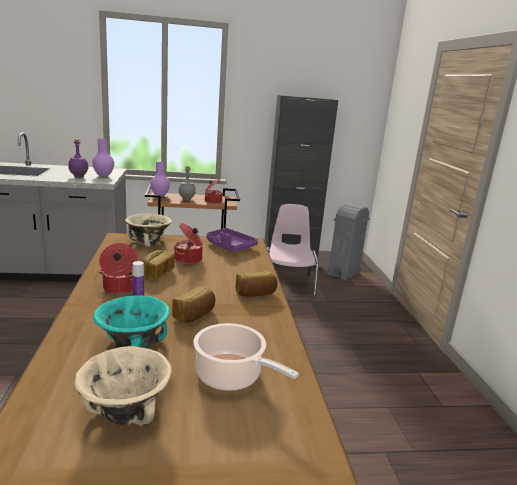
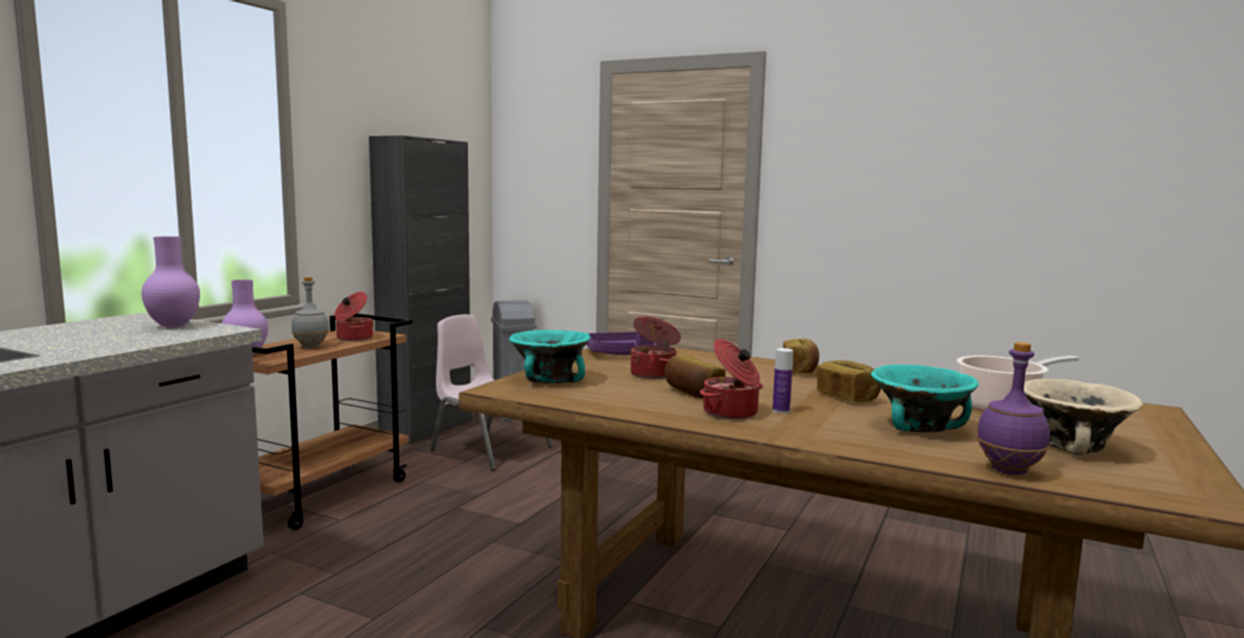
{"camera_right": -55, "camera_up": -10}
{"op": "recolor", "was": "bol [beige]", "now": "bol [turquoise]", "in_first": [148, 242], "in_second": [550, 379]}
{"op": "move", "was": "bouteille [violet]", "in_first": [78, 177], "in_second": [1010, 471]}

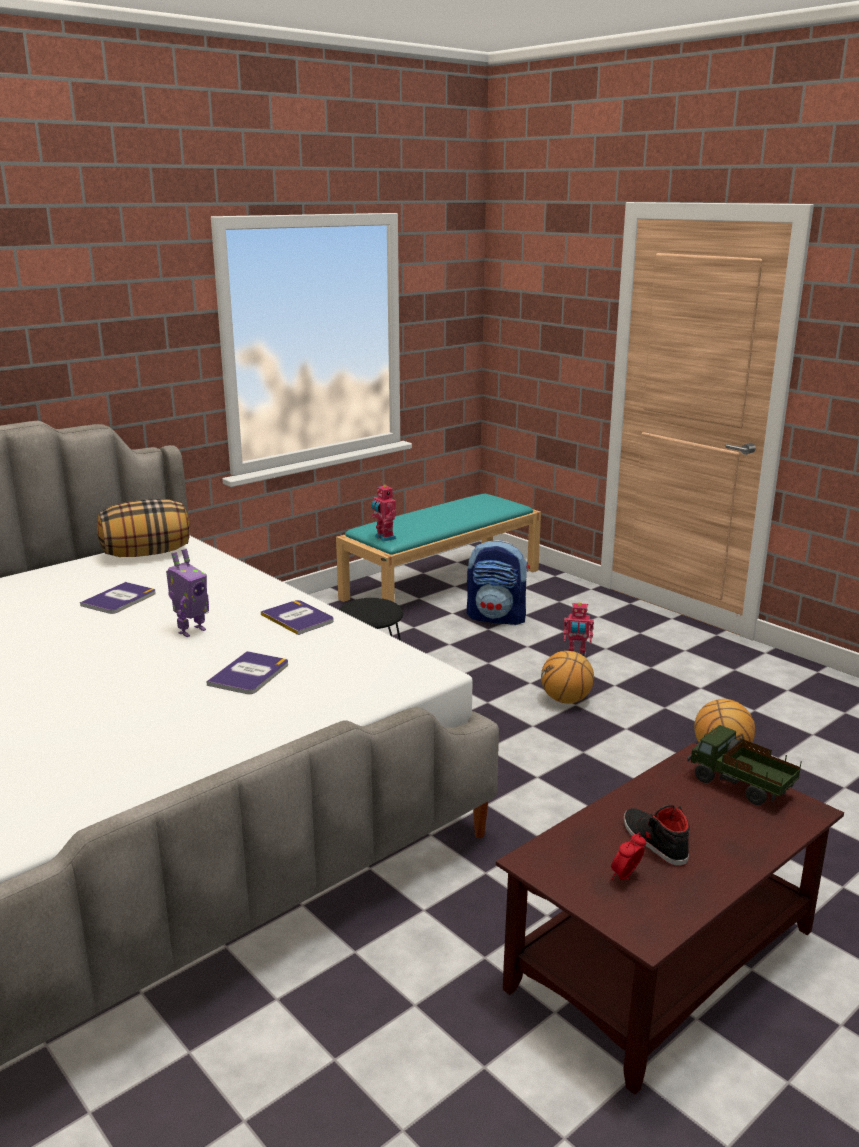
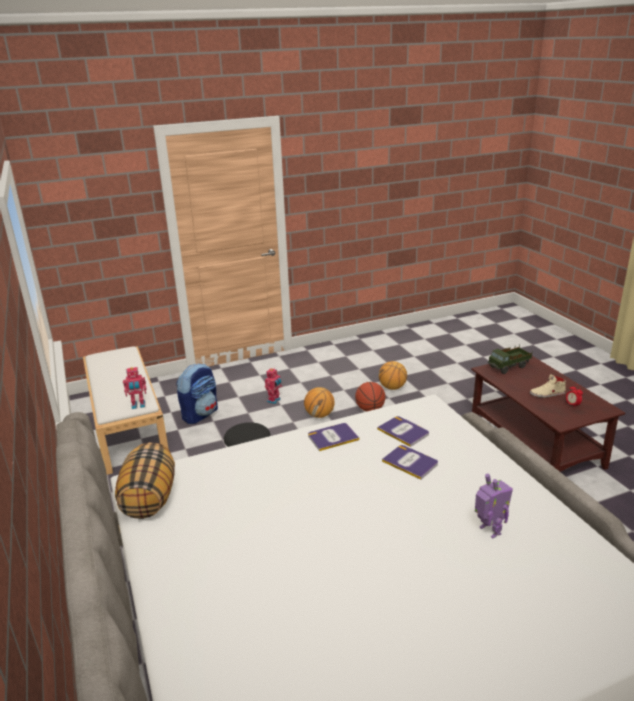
{"camera_right": -70, "camera_up": 5}
{"op": "recolor", "was": "banc [turquoise]", "now": "banc [blanc]", "in_first": [442, 583], "in_second": [126, 424]}
{"op": "insert", "now": "ballon de basket", "in_second": [370, 409]}
{"op": "move", "was": "livre", "in_first": [119, 599], "in_second": [403, 431]}
{"op": "move", "was": "robot jouet", "in_first": [191, 631], "in_second": [489, 531]}
{"op": "recolor", "was": "chaussure [noir]", "now": "chaussure [beige]", "in_first": [653, 841], "in_second": [547, 394]}

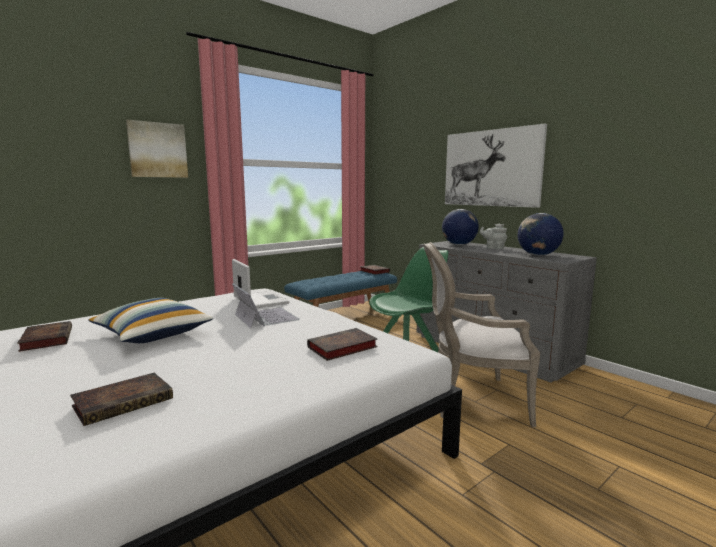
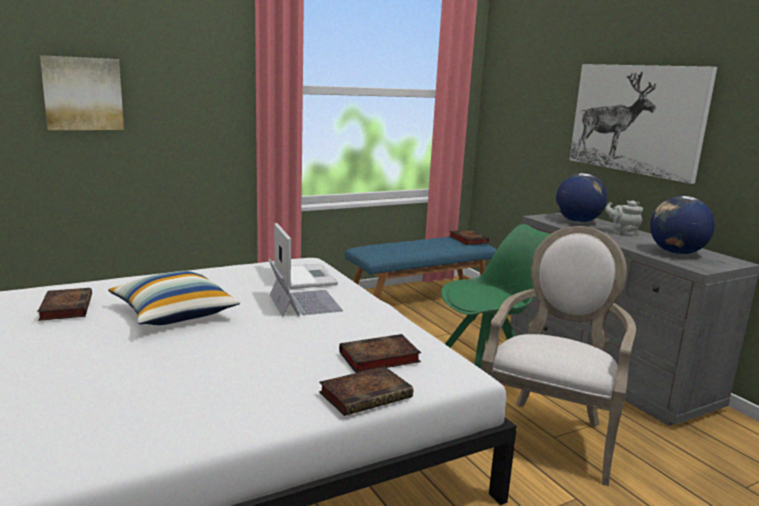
{"camera_right": 10, "camera_up": 5}
{"op": "move", "was": "tableau", "in_first": [157, 150], "in_second": [83, 93]}
{"op": "move", "was": "livre", "in_first": [125, 402], "in_second": [367, 394]}
{"op": "rotate", "was": "fauteuil", "in_first": [470, 400], "in_second": [549, 435], "clockwise": 105}

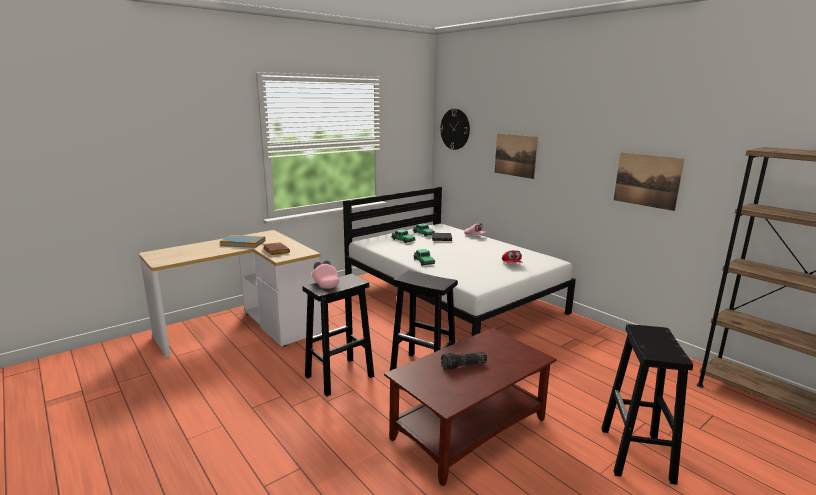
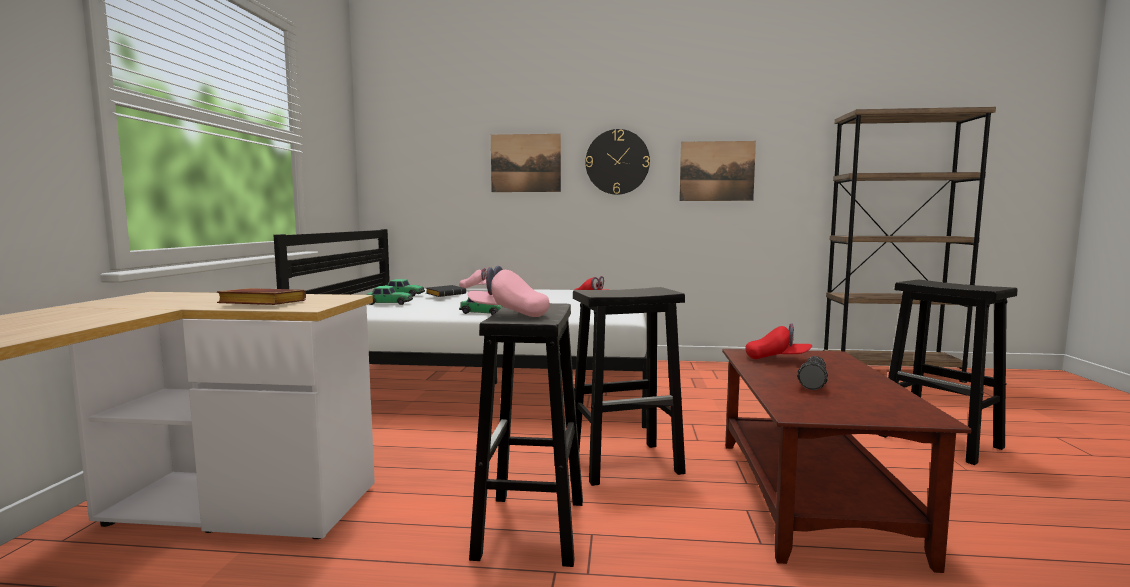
{"camera_right": -45, "camera_up": -10}
{"op": "move", "was": "horloge murale", "in_first": [455, 129], "in_second": [617, 162]}
{"op": "insert", "now": "casquette [rouge]", "in_second": [777, 359]}
{"op": "delete", "was": "livre", "in_first": [243, 243]}

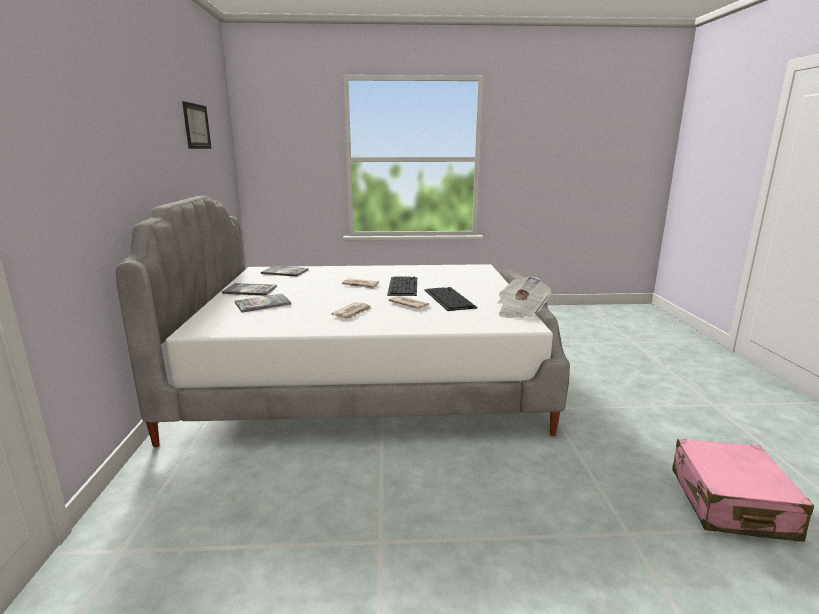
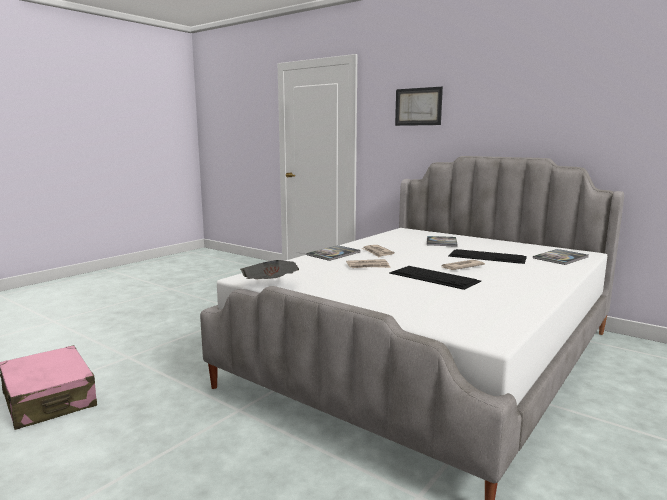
{"camera_right": 130, "camera_up": -5}
{"op": "move", "was": "livre", "in_first": [250, 290], "in_second": [333, 254]}
{"op": "move", "was": "tableau", "in_first": [196, 126], "in_second": [418, 106]}
{"op": "move", "was": "clavier", "in_first": [448, 298], "in_second": [488, 256]}

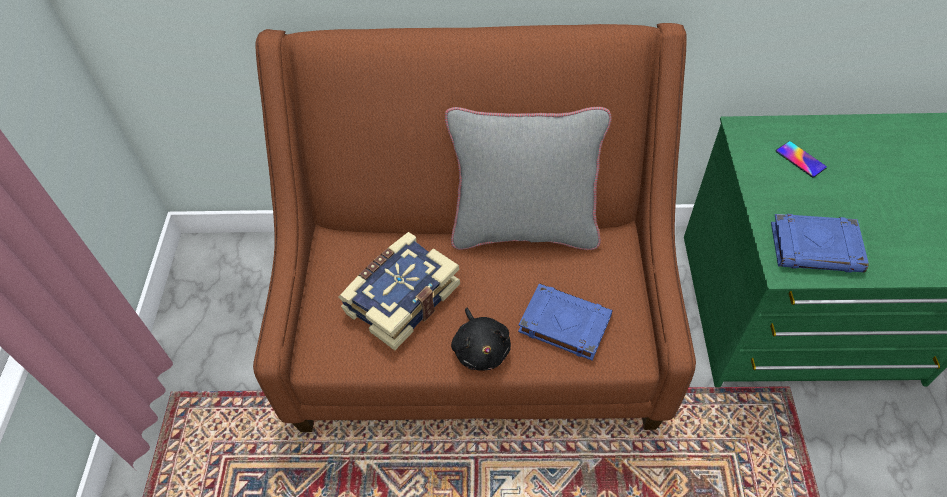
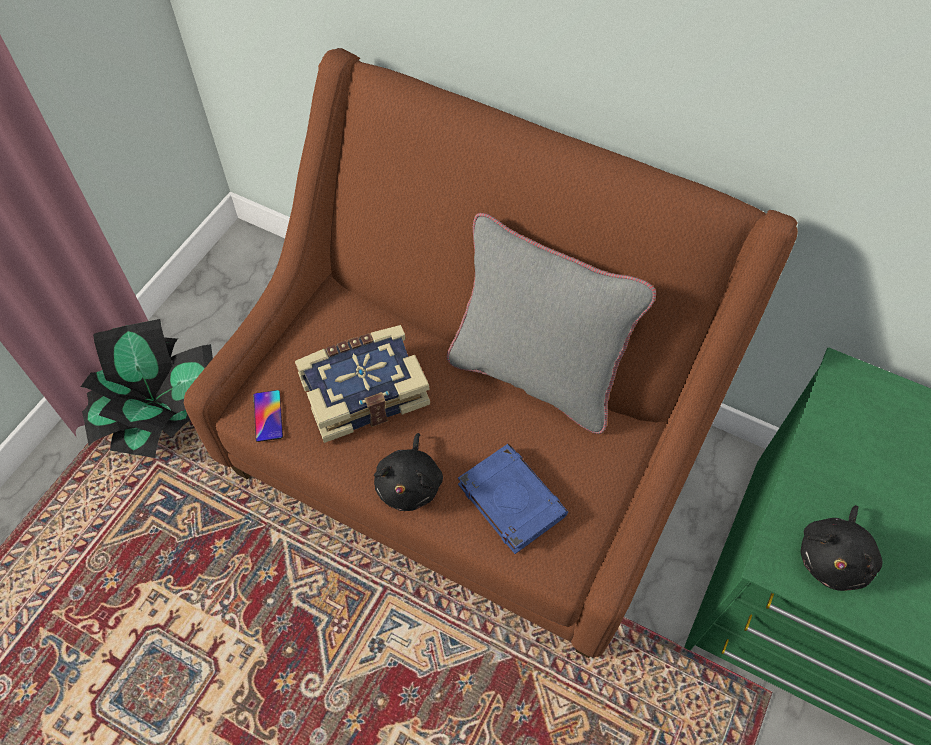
{"camera_right": 25, "camera_up": 5}
{"op": "insert", "now": "plante en pot", "in_second": [163, 416]}
{"op": "move", "was": "téléphone", "in_first": [800, 159], "in_second": [268, 416]}
{"op": "replace", "was": "livre [bleu]", "now": "peluche [noir]", "in_first": [816, 247], "in_second": [833, 558]}

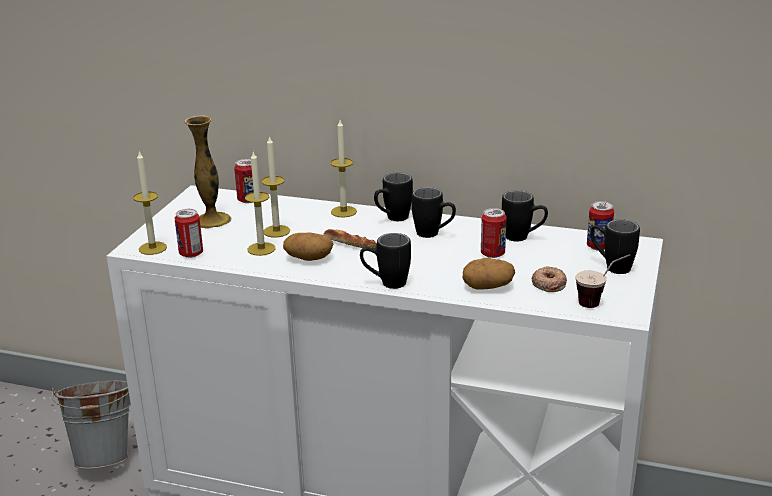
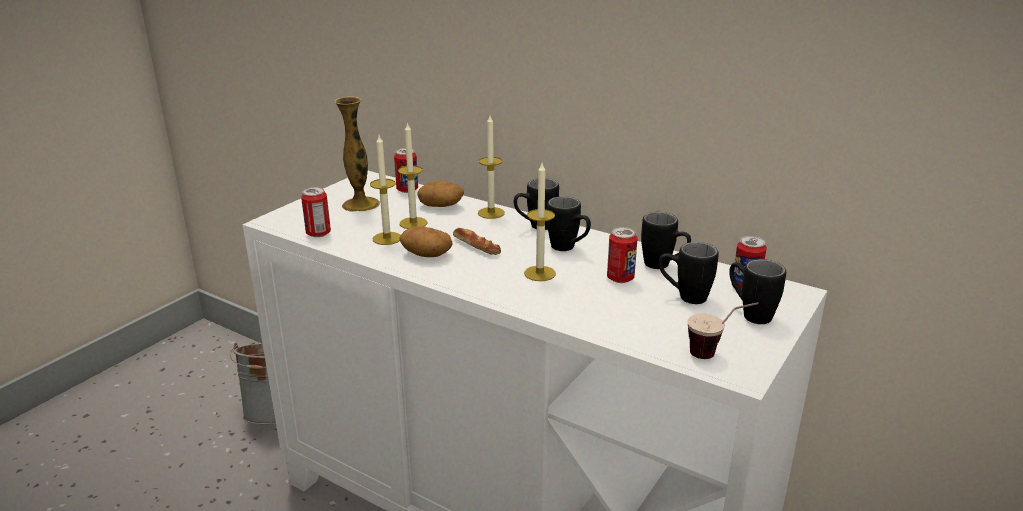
{"camera_right": 15, "camera_up": 0}
{"op": "move", "was": "pomme de terre", "in_first": [488, 286], "in_second": [441, 205]}
{"op": "move", "was": "bougie", "in_first": [152, 248], "in_second": [540, 273]}
{"op": "move", "was": "mug [noir]", "in_first": [386, 283], "in_second": [684, 297]}
{"op": "delete", "was": "beignet", "in_first": [548, 283]}

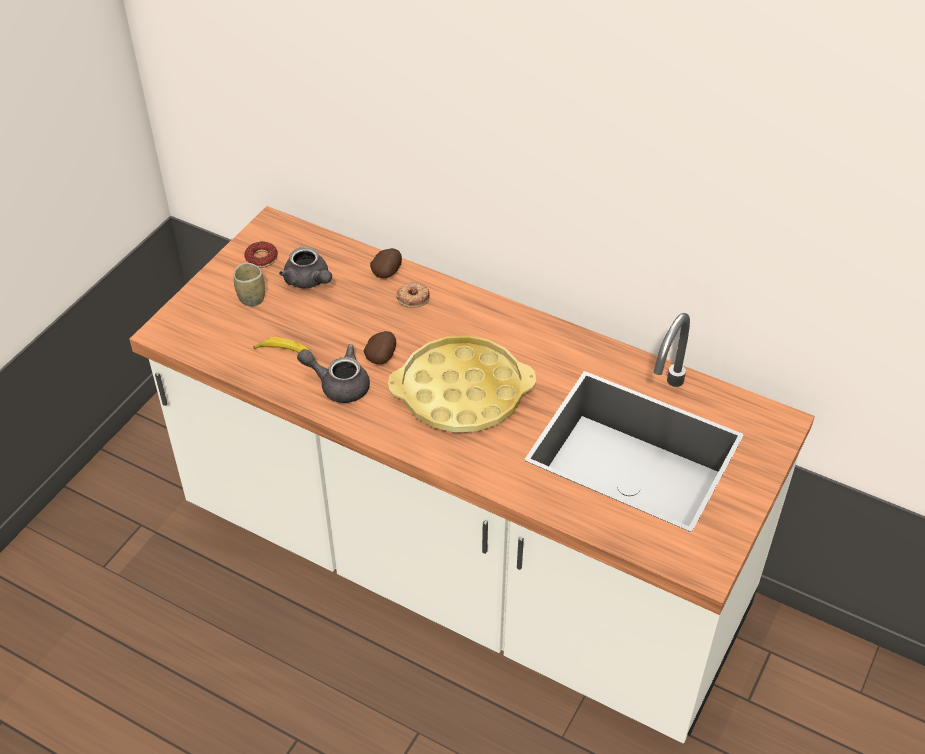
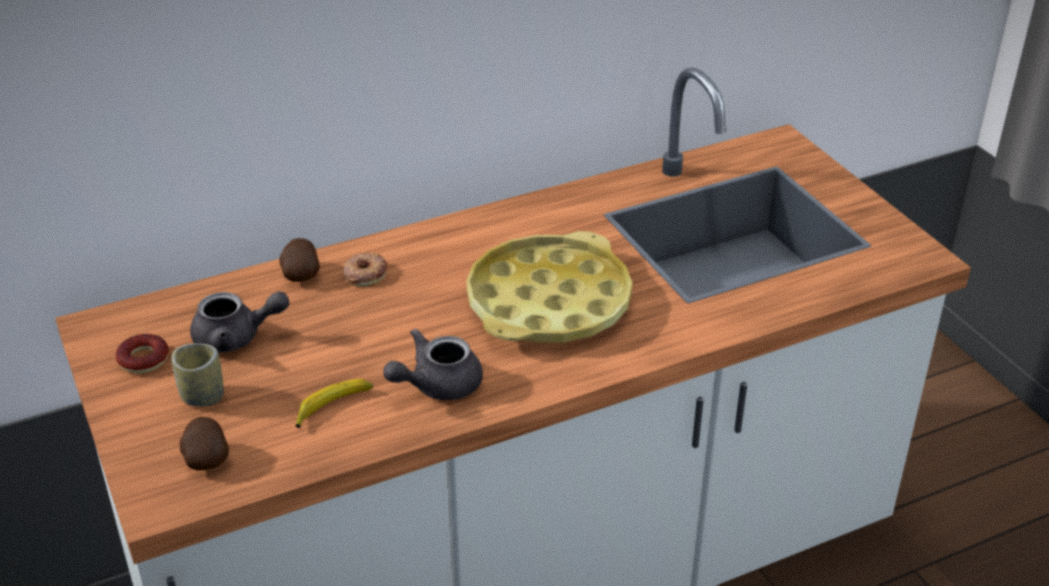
{"camera_right": -55, "camera_up": -10}
{"op": "move", "was": "pomme de terre", "in_first": [382, 356], "in_second": [206, 458]}

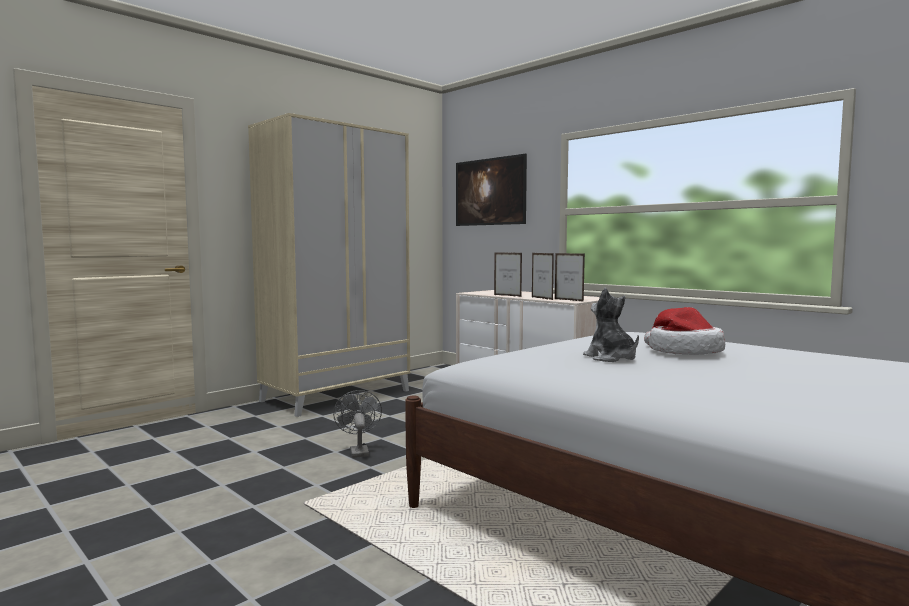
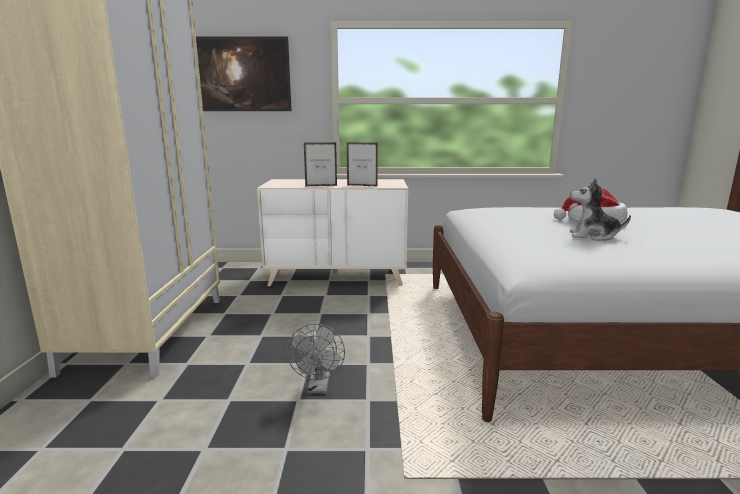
{"camera_right": -45, "camera_up": 10}
{"op": "rotate", "was": "ventilateur [gris]", "in_first": [358, 451], "in_second": [318, 388], "clockwise": -120}
{"op": "delete", "was": "cadre photo", "in_first": [568, 300]}

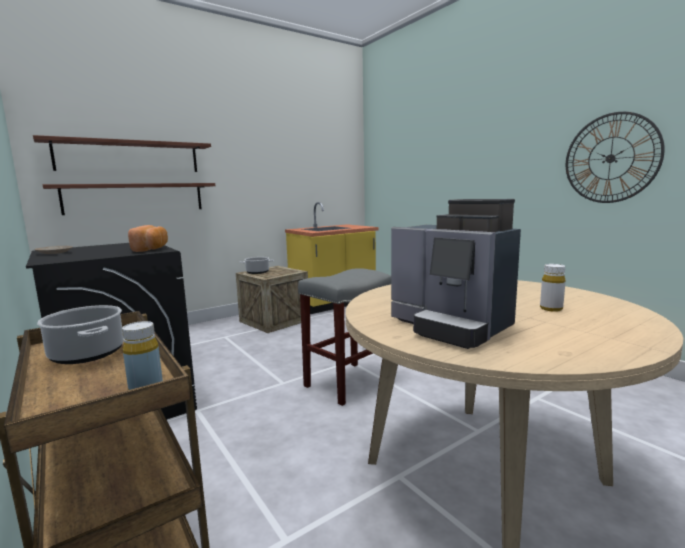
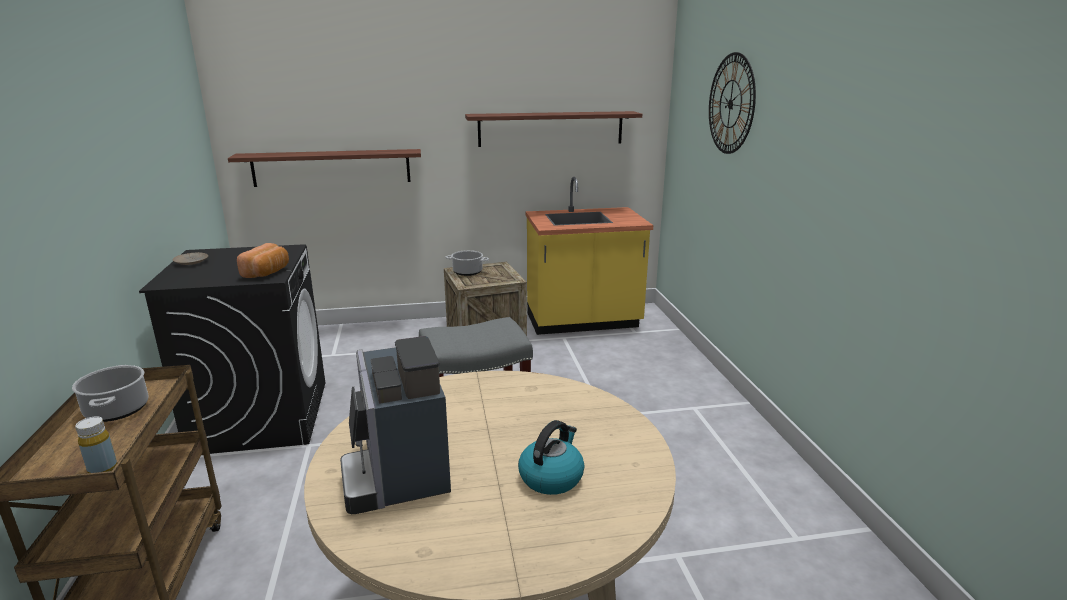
{"camera_right": 25, "camera_up": 10}
{"op": "move", "was": "étagère", "in_first": [129, 157], "in_second": [551, 128]}
{"op": "replace", "was": "bouteille [blanc]", "now": "bouilloire", "in_first": [551, 309], "in_second": [551, 477]}
{"op": "move", "was": "horloge murale", "in_first": [610, 158], "in_second": [730, 104]}

